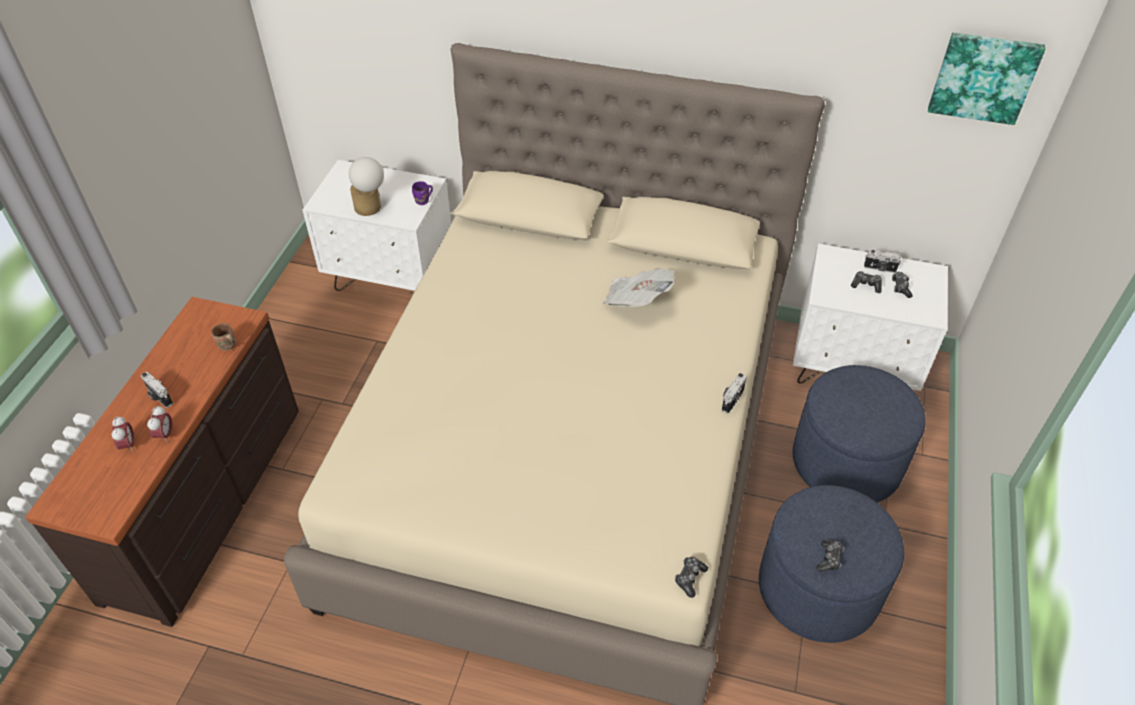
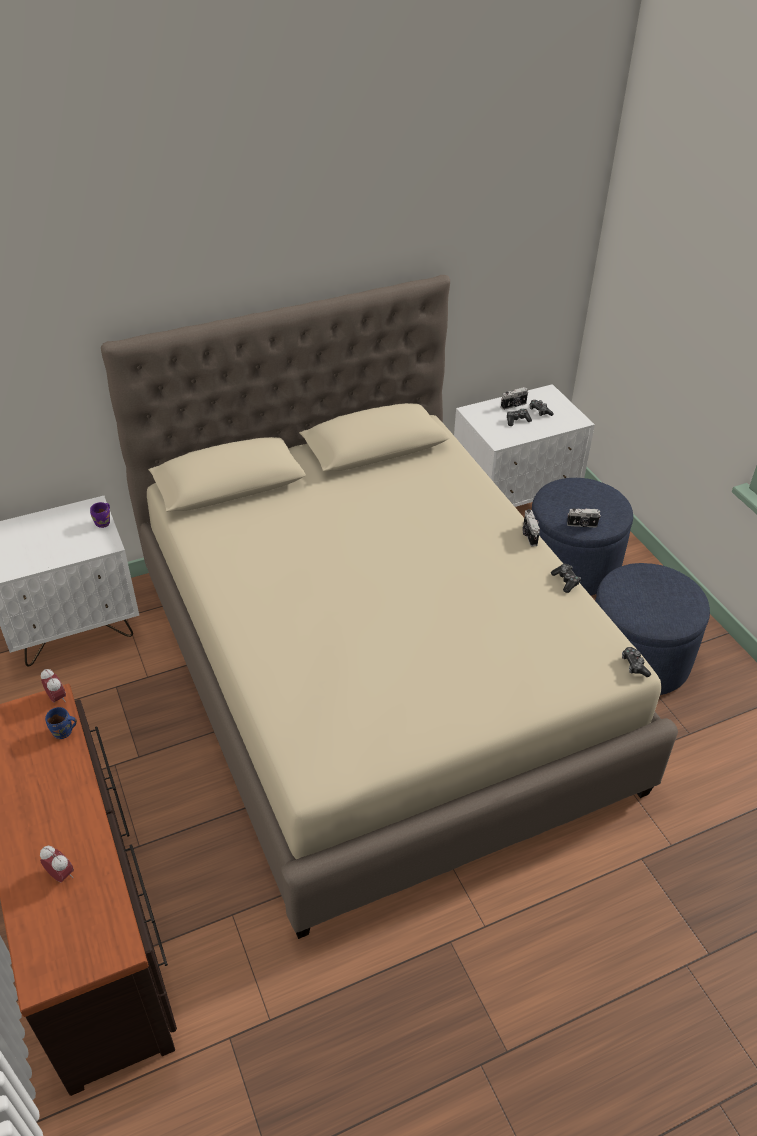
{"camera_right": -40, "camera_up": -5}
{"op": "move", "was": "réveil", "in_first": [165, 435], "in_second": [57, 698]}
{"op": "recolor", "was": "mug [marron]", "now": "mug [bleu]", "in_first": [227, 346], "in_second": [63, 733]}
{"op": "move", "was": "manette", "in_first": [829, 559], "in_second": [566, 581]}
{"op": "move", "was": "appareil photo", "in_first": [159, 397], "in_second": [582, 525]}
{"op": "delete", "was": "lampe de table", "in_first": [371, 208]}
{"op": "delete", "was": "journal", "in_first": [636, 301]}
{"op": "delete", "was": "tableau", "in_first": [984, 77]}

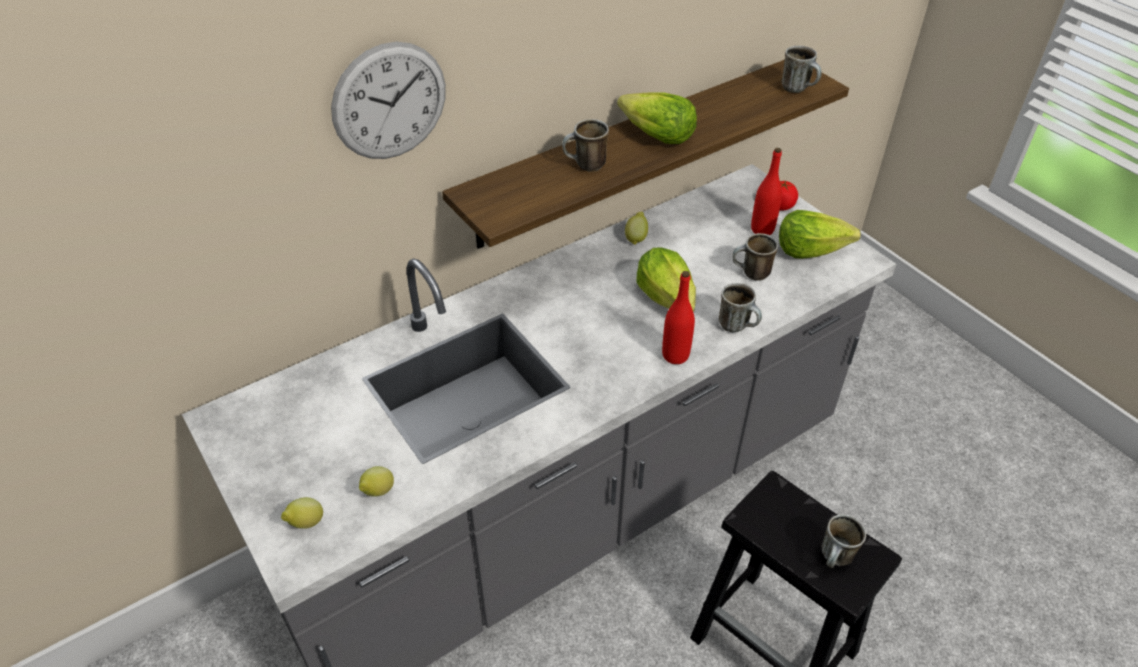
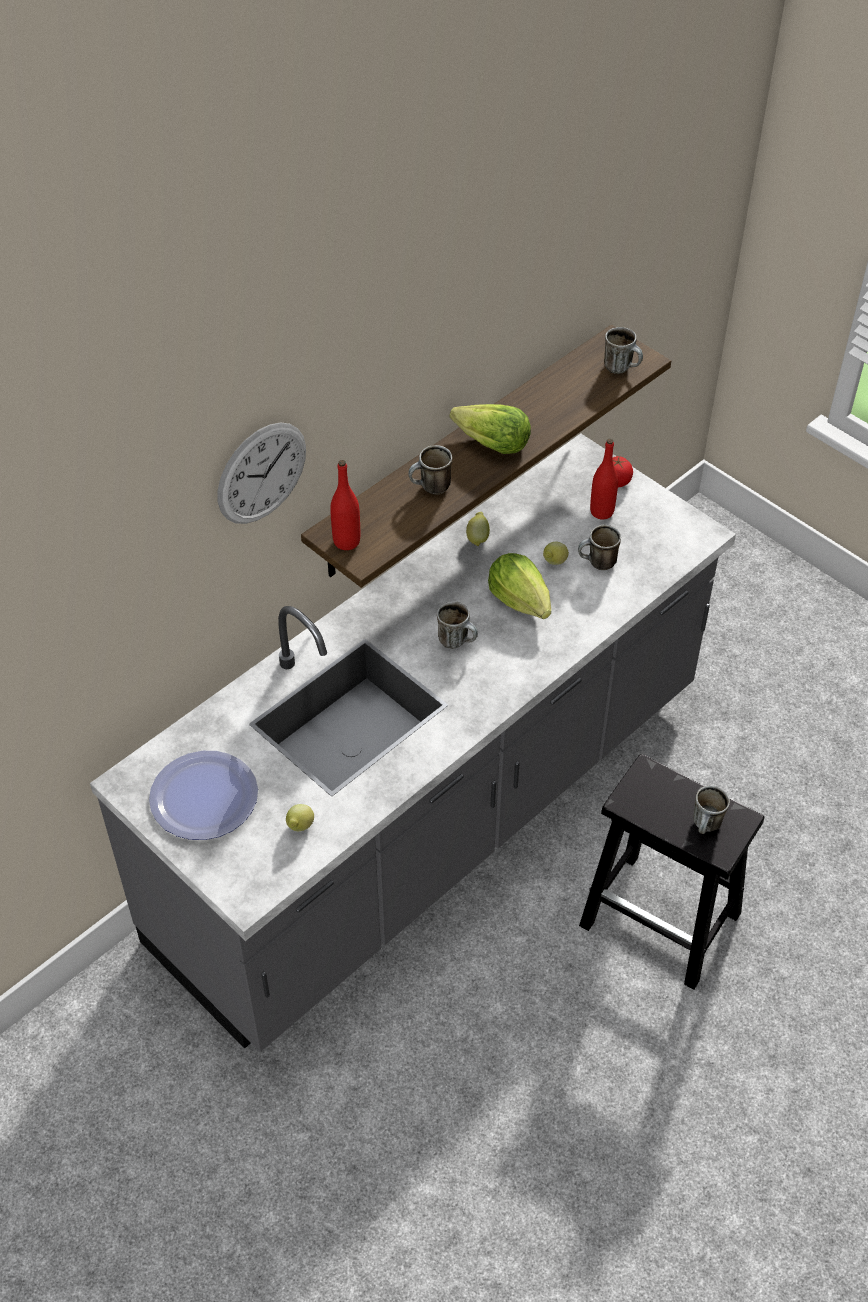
{"camera_right": -10, "camera_up": 5}
{"op": "insert", "now": "assiette", "in_second": [203, 797]}
{"op": "move", "was": "bouteille [rouge]", "in_first": [675, 355], "in_second": [346, 541]}
{"op": "move", "was": "mug", "in_first": [738, 326], "in_second": [458, 641]}
{"op": "move", "was": "citron", "in_first": [306, 523], "in_second": [554, 563]}
{"op": "delete", "was": "laitue", "in_first": [810, 249]}

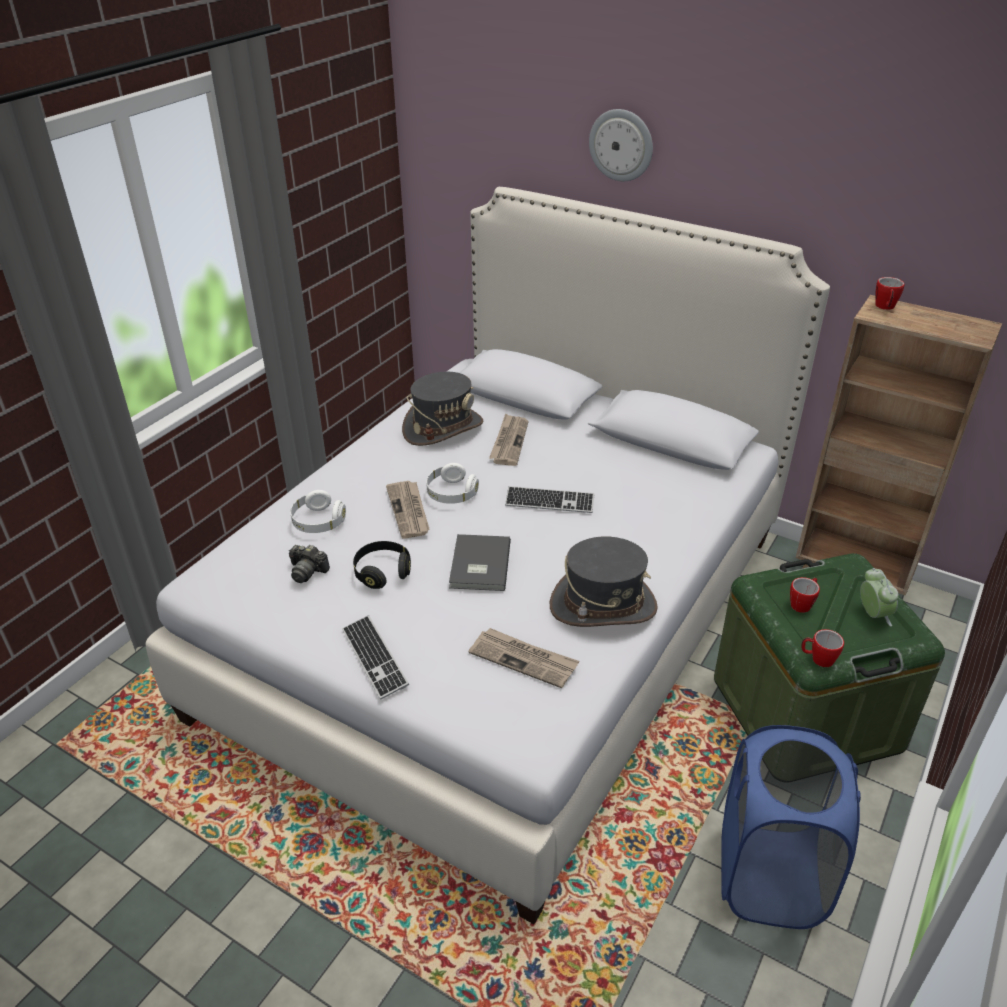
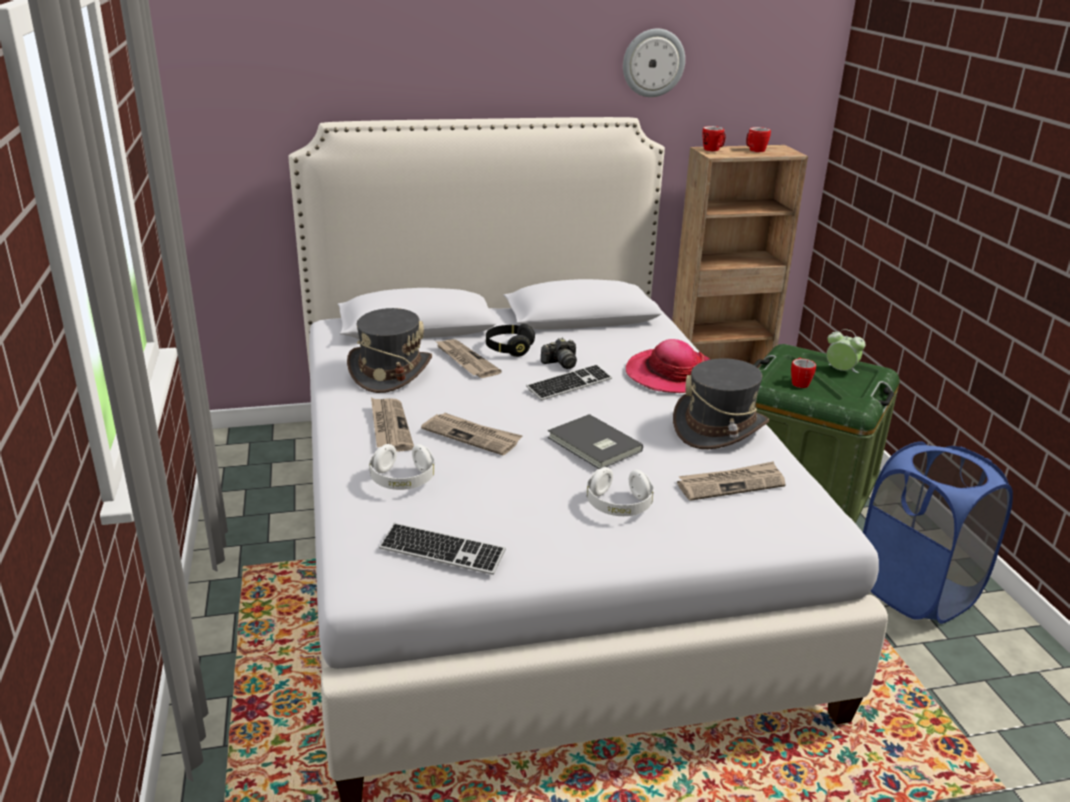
{"camera_right": -45, "camera_up": -10}
{"op": "insert", "now": "journal", "in_second": [389, 427]}
{"op": "move", "was": "clavier", "in_first": [374, 658], "in_second": [442, 551]}
{"op": "move", "was": "casque audio [noir]", "in_first": [382, 572], "in_second": [509, 349]}
{"op": "move", "was": "appareil photo", "in_first": [307, 571], "in_second": [561, 363]}
{"op": "move", "was": "casque audio [blanc]", "in_first": [451, 494], "in_second": [618, 505]}
{"op": "move", "was": "horloge murale", "in_first": [621, 145], "in_second": [653, 63]}
{"op": "insert", "now": "chapeau", "in_second": [671, 374]}
{"op": "move", "was": "mug", "in_first": [818, 659], "in_second": [754, 151]}

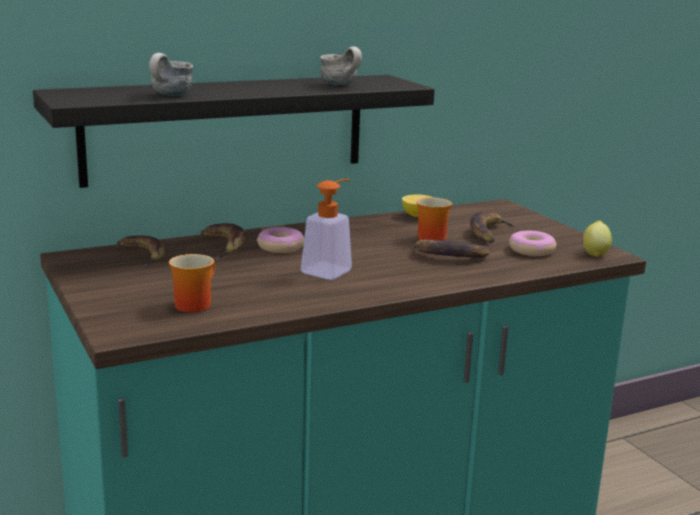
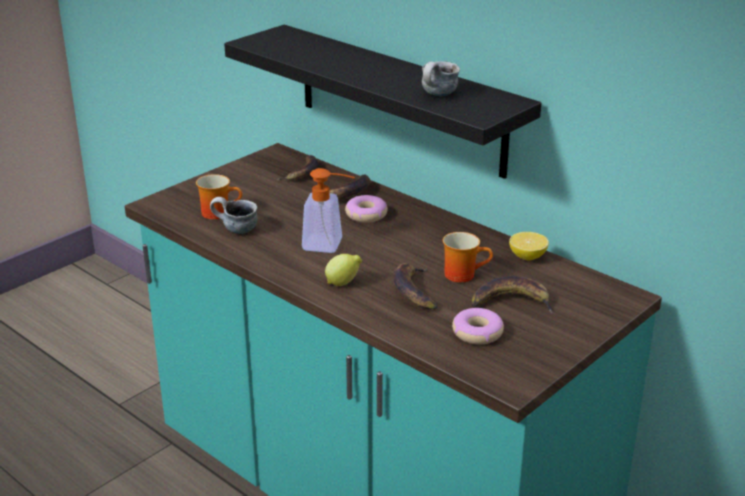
{"camera_right": 70, "camera_up": 10}
{"op": "move", "was": "mug", "in_first": [170, 96], "in_second": [235, 230]}
{"op": "move", "was": "citron", "in_first": [595, 253], "in_second": [343, 283]}

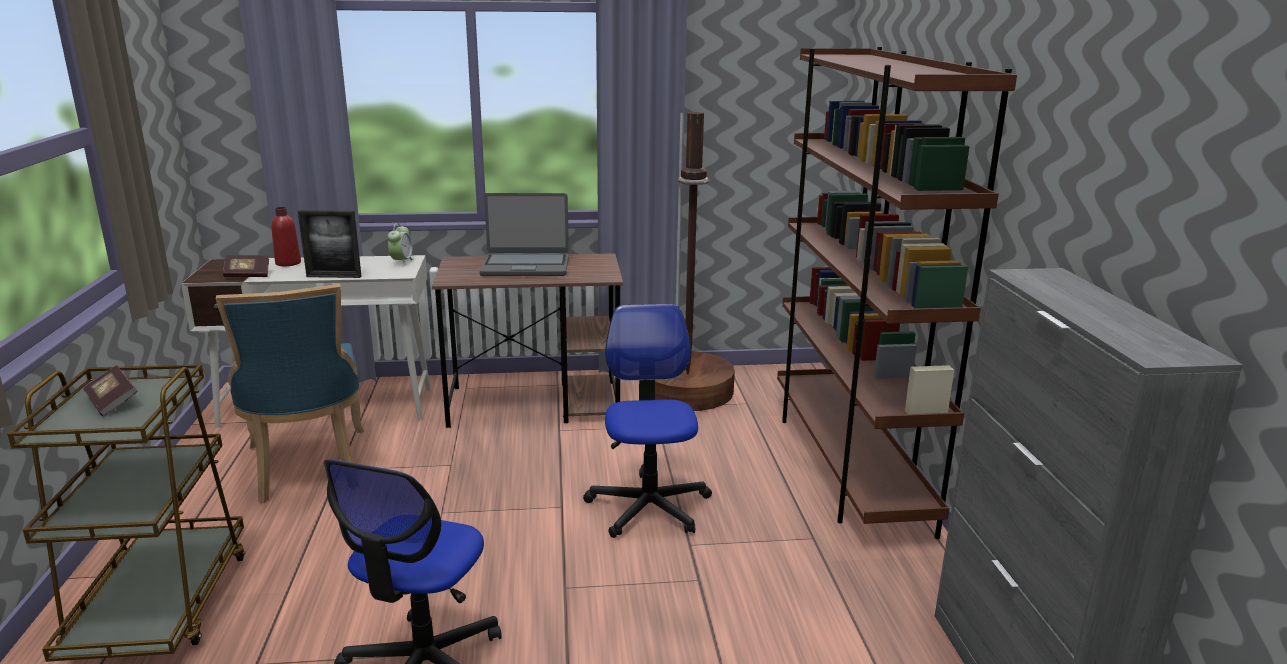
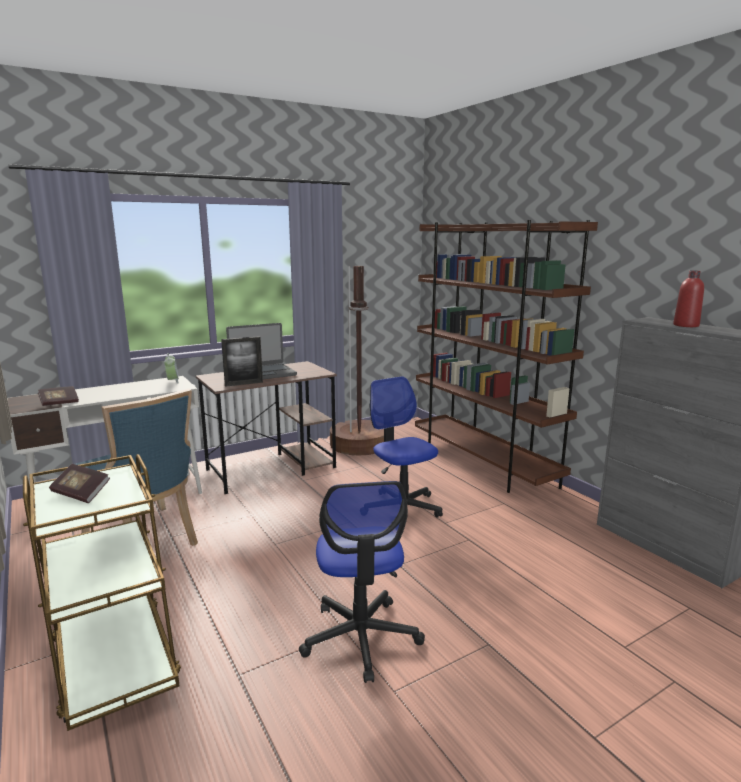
{"camera_right": -25, "camera_up": -5}
{"op": "move", "was": "cadre photo", "in_first": [334, 276], "in_second": [244, 384]}
{"op": "move", "was": "bouteille [rouge]", "in_first": [288, 263], "in_second": [686, 325]}

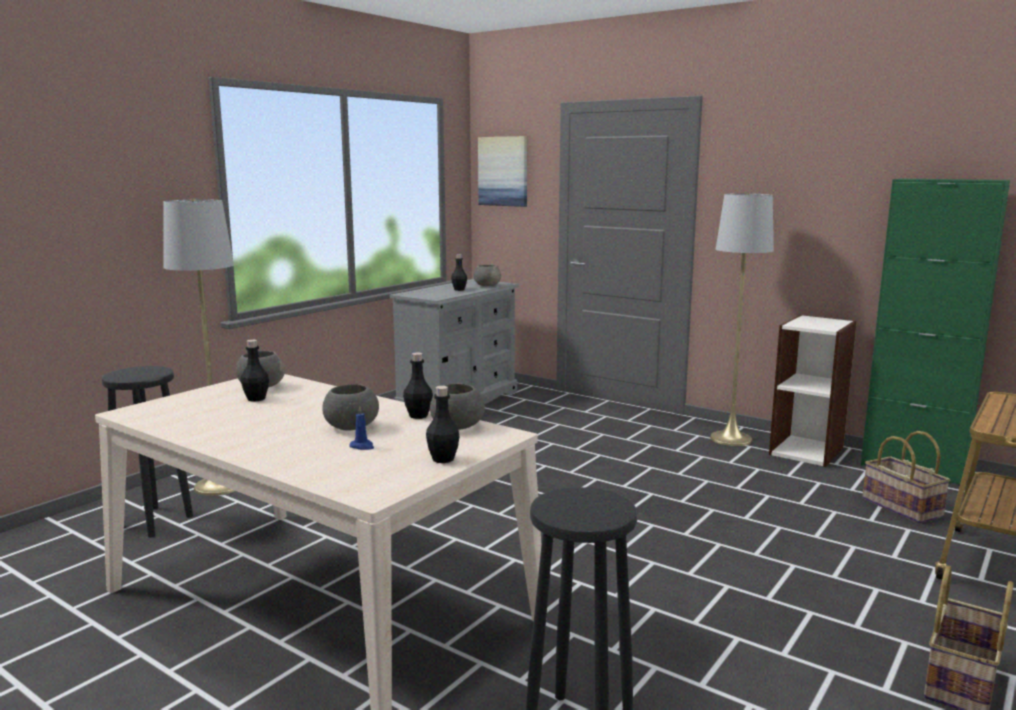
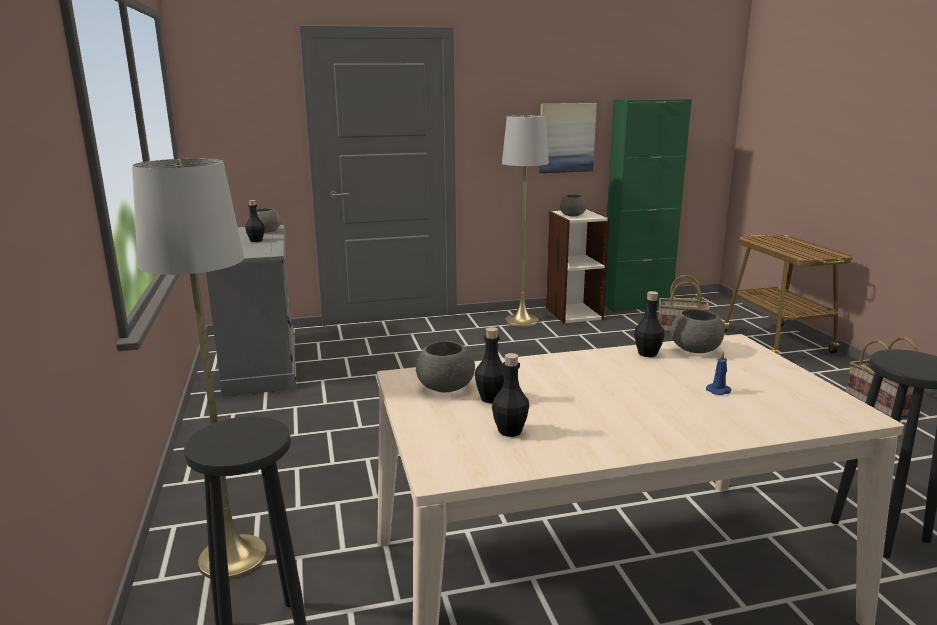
{"camera_right": -50, "camera_up": 5}
{"op": "move", "was": "bouteille [noir]", "in_first": [443, 459], "in_second": [510, 431]}
{"op": "move", "was": "tableau", "in_first": [503, 171], "in_second": [566, 138]}
{"op": "move", "was": "bol [gris]", "in_first": [350, 427], "in_second": [572, 215]}

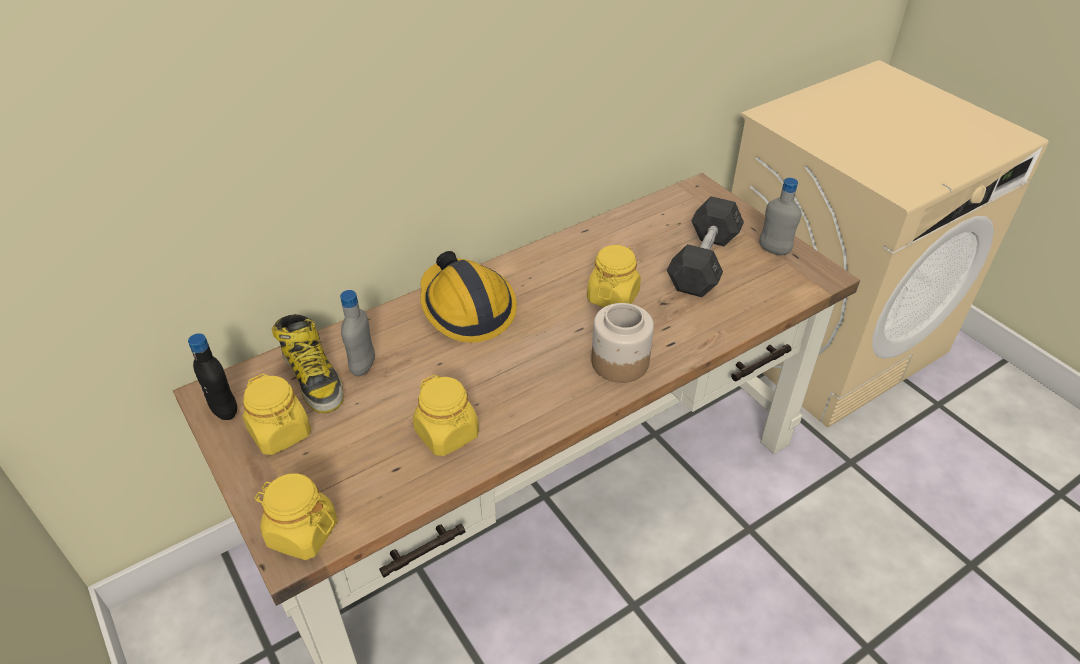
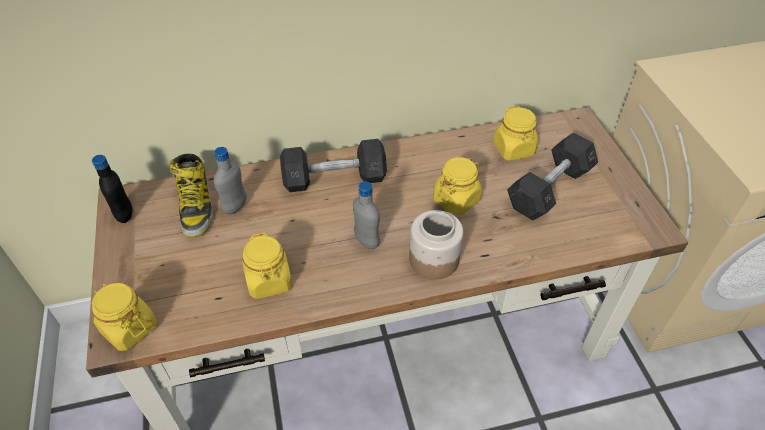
{"camera_right": 20, "camera_up": 5}
{"op": "replace", "was": "casque de chantier", "now": "haltère [gris]", "in_first": [466, 308], "in_second": [334, 179]}
{"op": "move", "was": "bouteille [gris]", "in_first": [774, 250], "in_second": [366, 241]}
{"op": "move", "was": "bocal [jaune]", "in_first": [280, 433], "in_second": [514, 149]}

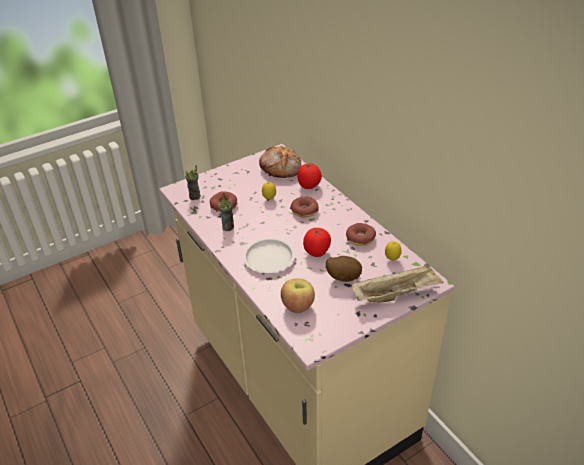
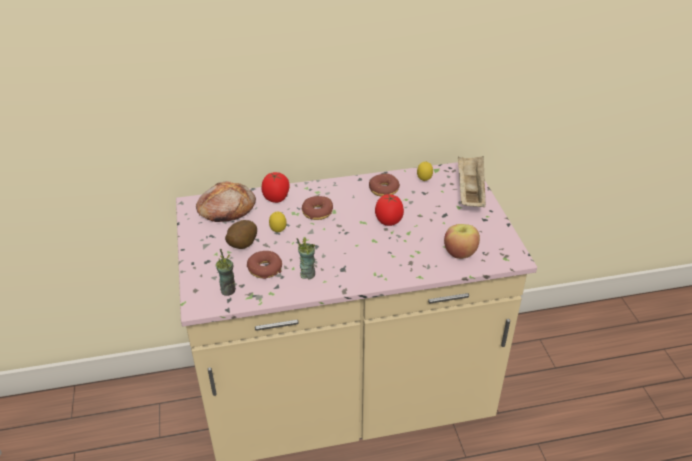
{"camera_right": -70, "camera_up": 0}
{"op": "move", "was": "pomme de terre", "in_first": [343, 277], "in_second": [241, 246]}
{"op": "delete", "was": "assiette [blanc]", "in_first": [269, 258]}

